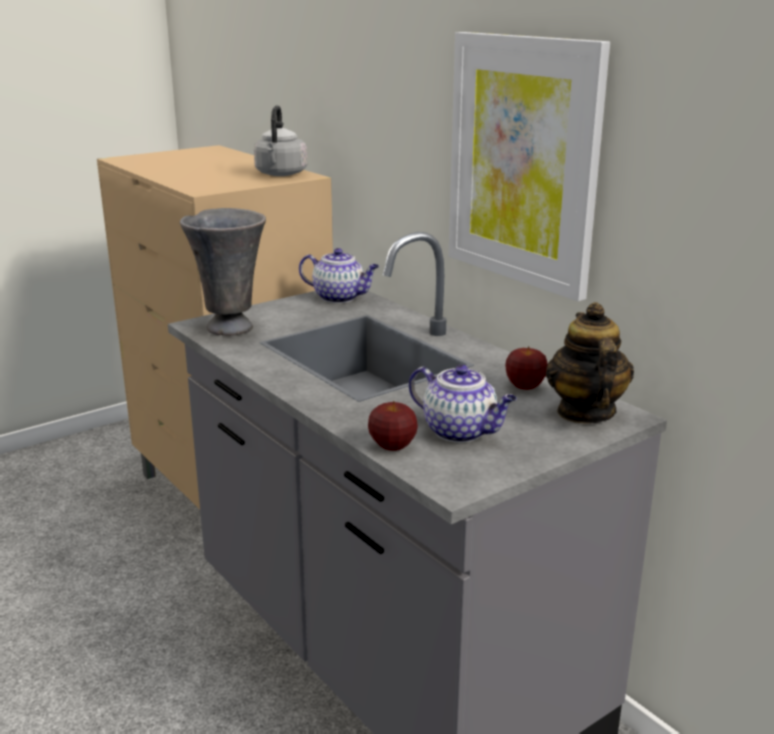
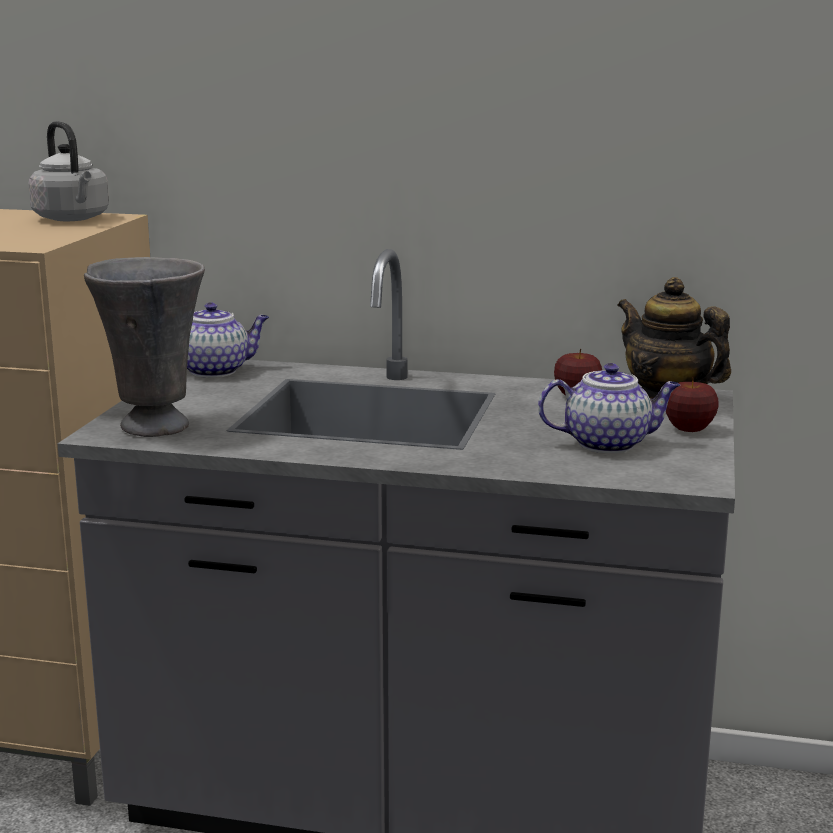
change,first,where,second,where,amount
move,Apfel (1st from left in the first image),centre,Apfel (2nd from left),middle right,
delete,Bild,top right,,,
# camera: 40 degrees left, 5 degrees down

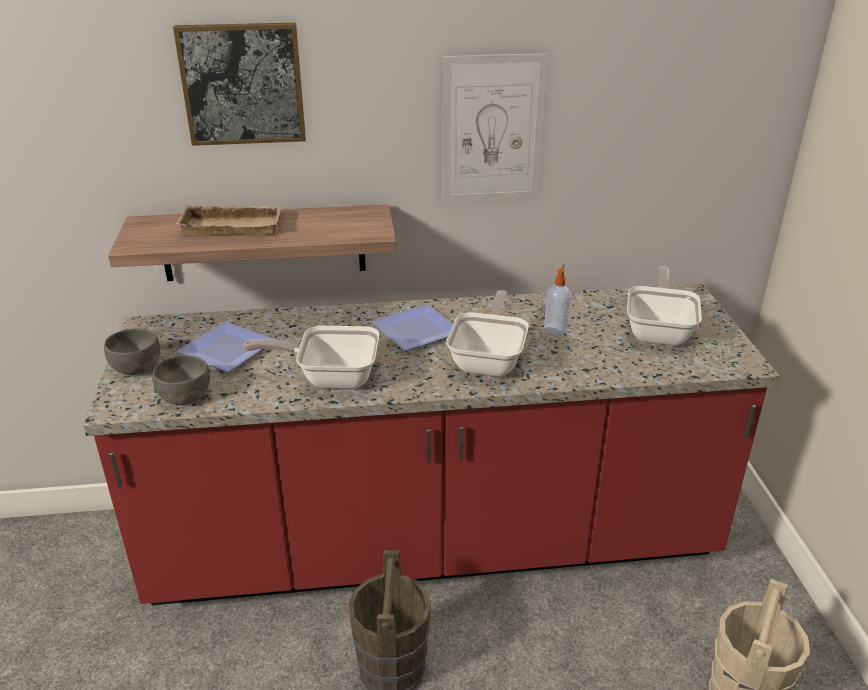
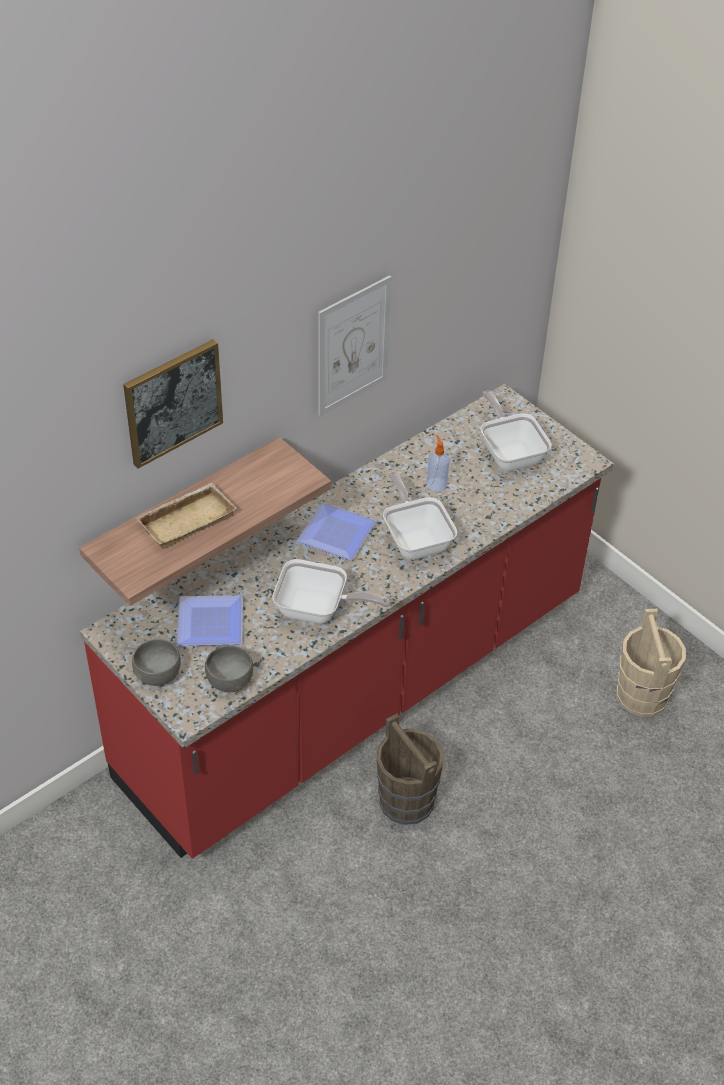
change,first,where,second,where,amount
rotate,Pfanne (1st from left),centre,,centre,135 degrees counterclockwise
# camera: 35 degrees left, 15 degrees up

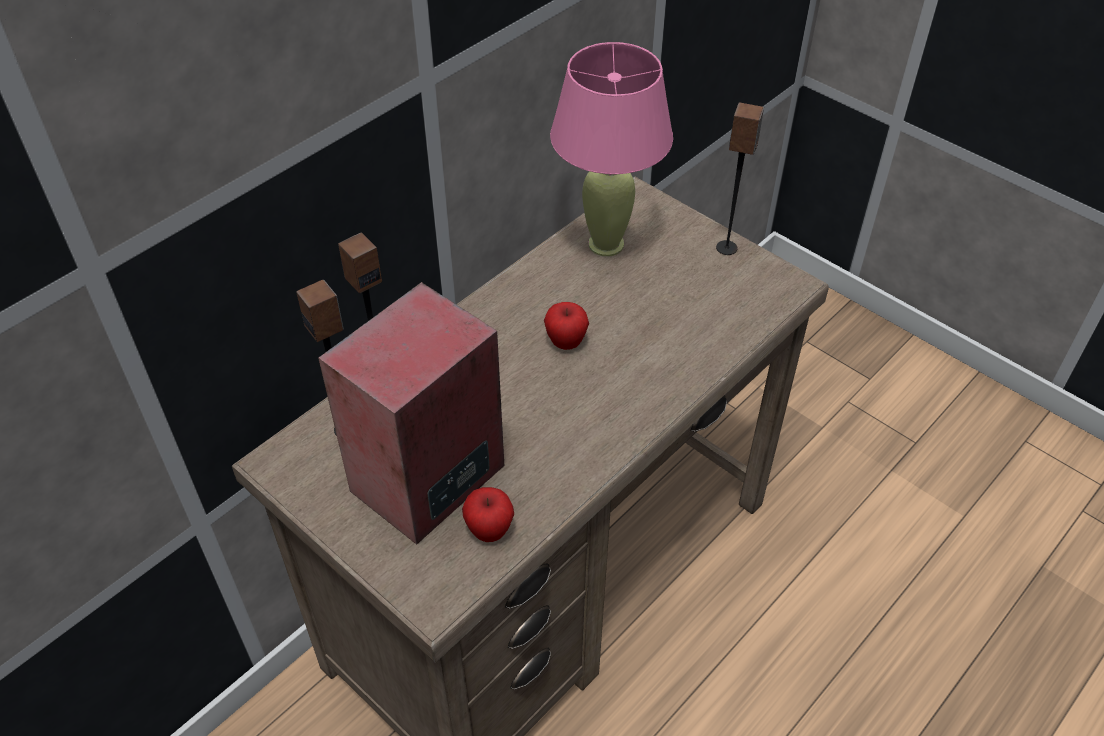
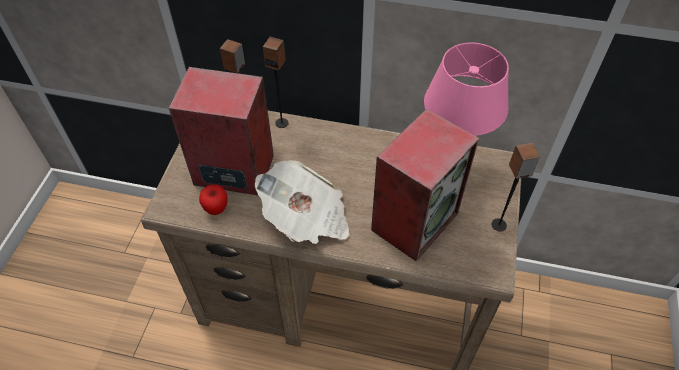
change,first,where,second,where,amount
delete,Apfel (2nd from left),centre,,,
insert,,,Zeitung,centre,
insert,,,Lautsprecher (4th from left),centre,
# camera: 60 degrees right, 5 degrees up

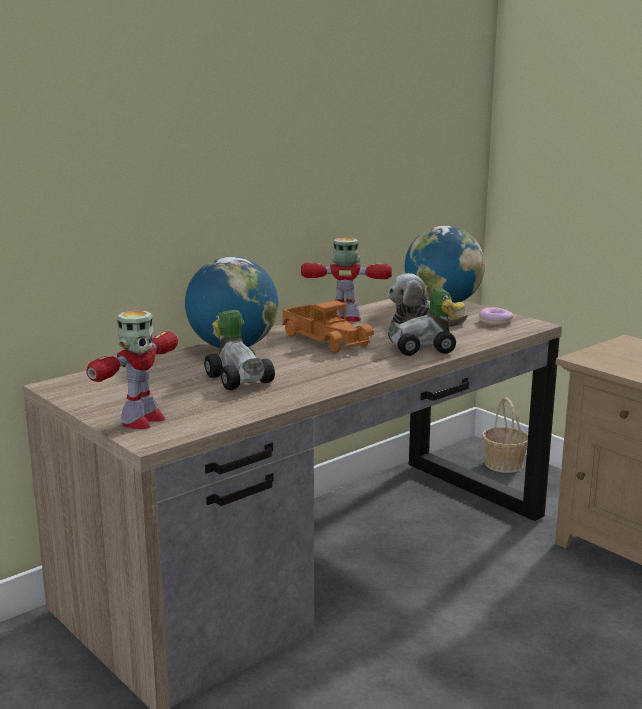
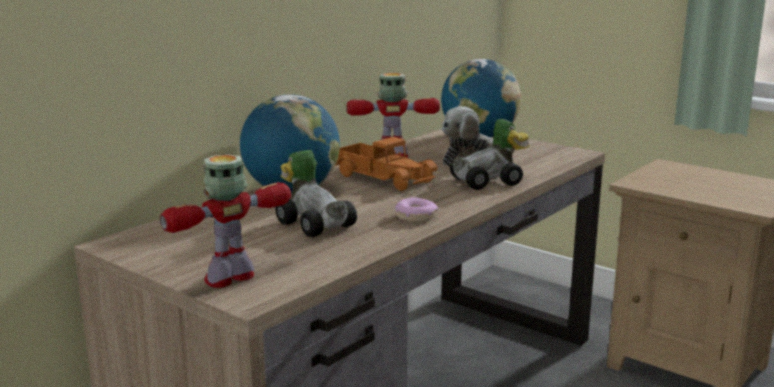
change,first,where,second,where,amount
rotate,Spielzeugroboter (1st from left),middle left,,middle left,150 degrees counterclockwise
move,Donut,middle right,,centre,
delete,Korb,middle right,,,
# camera: 10 degrees left, 0 degrees up

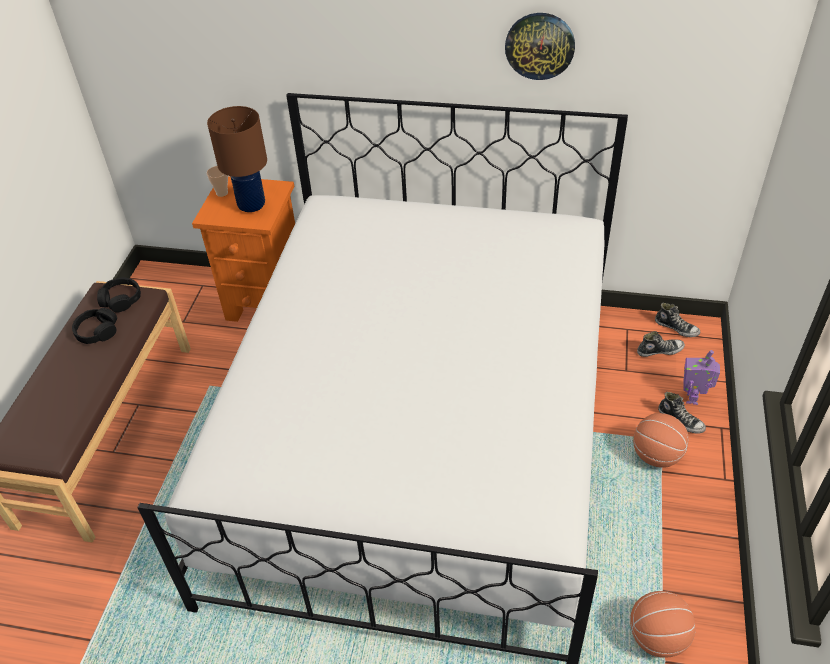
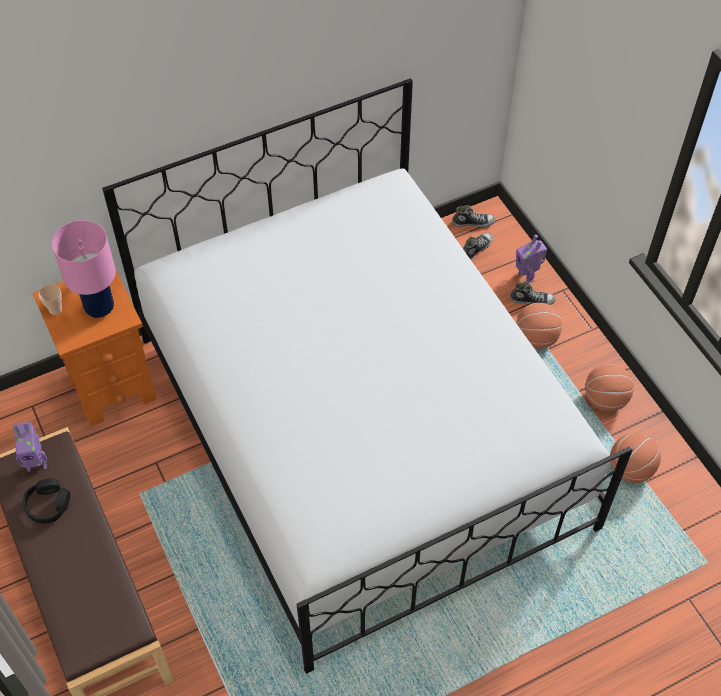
change,first,where,second,where,amount
replace,Kopfhörer/schwarz (2nd from left),middle left,Spielzeugroboter (1st from left),middle left,
recolor,Tischlampe/braun,top left,Tischlampe/rosa,middle left,
delete,Wanduhr,top centre,,,
insert,,,Basketball (2nd from left),middle right,
# camera: 40 degrees left, 10 degrees up

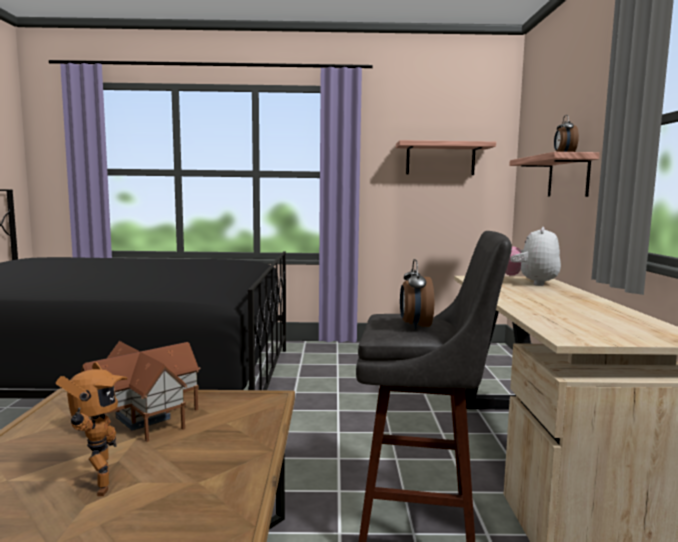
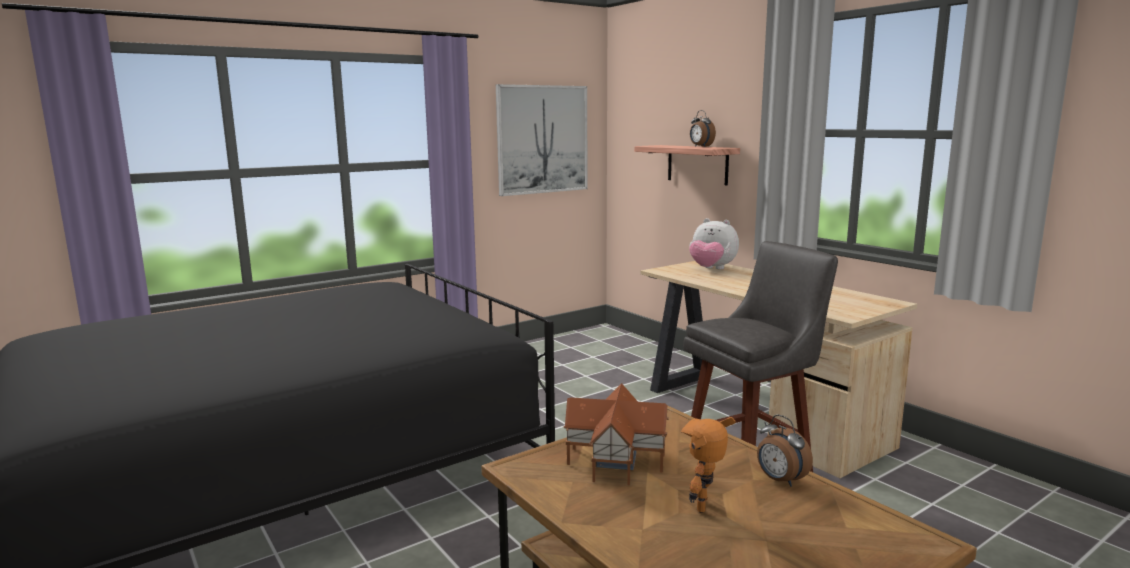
change,first,where,second,where,amount
rotate,Spielzeugroboter,bottom left,,bottom centre,105 degrees counterclockwise
replace,Wandregal (1st from left),top centre,Bild,top centre,
move,Wecker (1st from left in the first image),centre,Wecker (2nd from left),bottom right,
rotate,Plüschtier,middle right,,centre,45 degrees counterclockwise
# camera: 35 degrees left, 5 degrees up

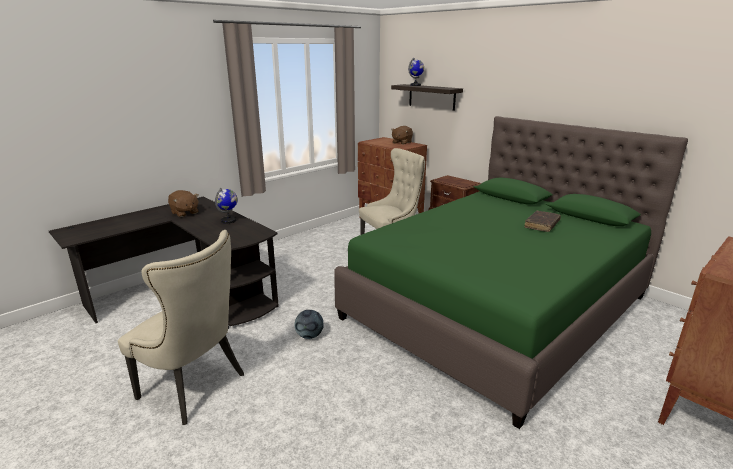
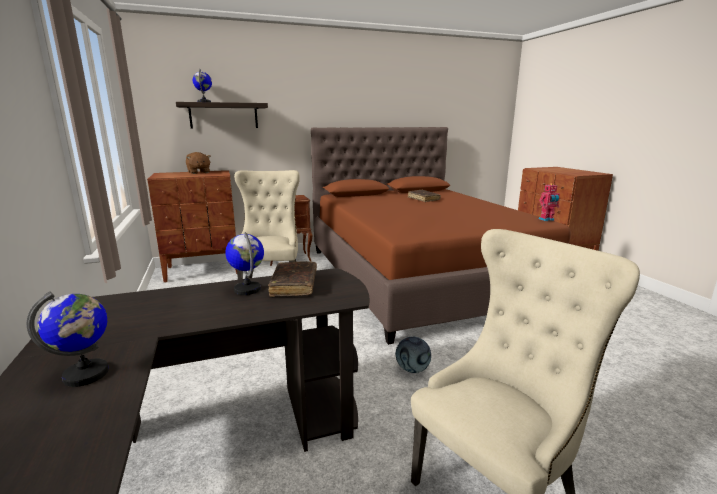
change,first,where,second,where,amount
delete,Plüschtier/braun (1st from left),middle left,,,
recolor,Bett/grün,middle right,Bett/braun,centre,
insert,,,Globus (1st from left),bottom left,
insert,,,Buch/braun (1st from left),centre,
insert,,,Spielzeugroboter,middle right,
# camera: 65 degrees left, 5 degrees down

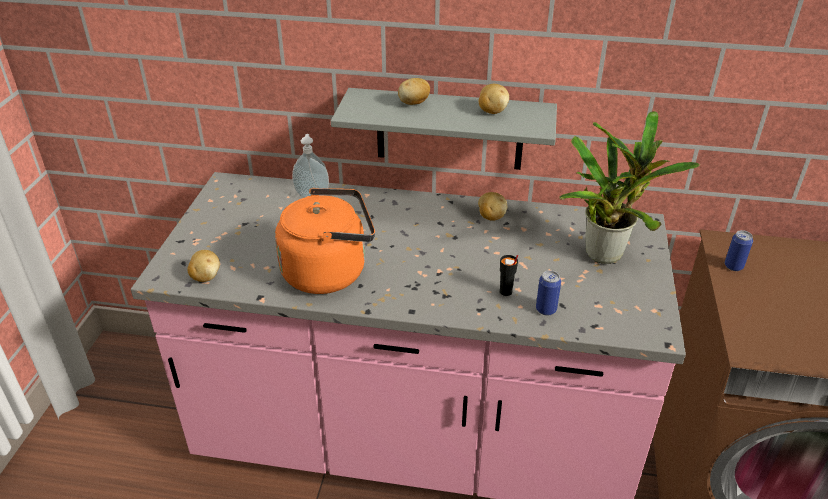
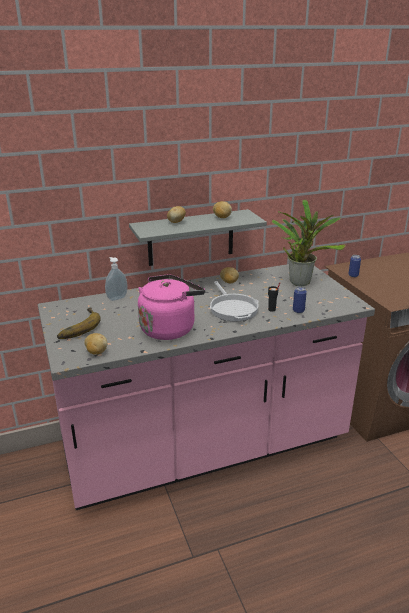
change,first,where,second,where,amount
recolor,Wasserkessel/orange,centre,Wasserkessel/rosa,centre,
insert,,,Banane,middle left,
insert,,,Pfanne,centre,
# camera: 30 degrees left, 10 degrees down

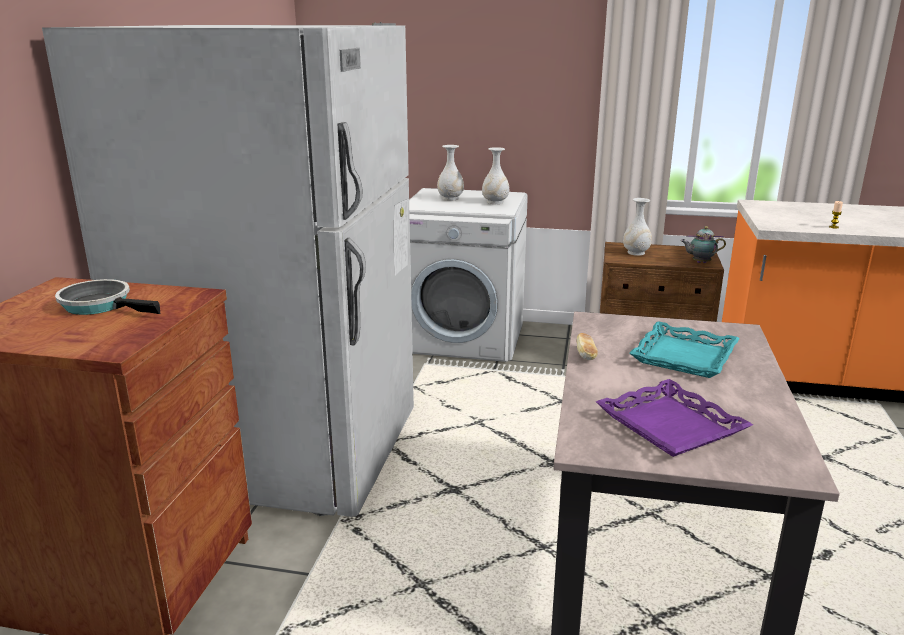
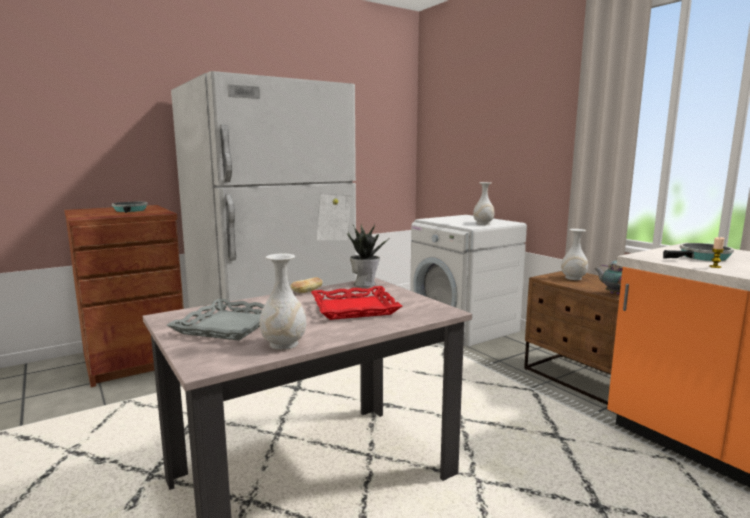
change,first,where,second,where,amount
move,Vase/weiß (1st from left),top centre,,centre,
recolor,Tablett/lila,middle right,Tablett/grau,middle left,
recolor,Tablett/türkis,middle right,Tablett/rot,centre,
insert,,,Topfpflanze,centre,
insert,,,Pfanne (2nd from left),middle right,
# camera: 45 degrees right, 10 degrees down

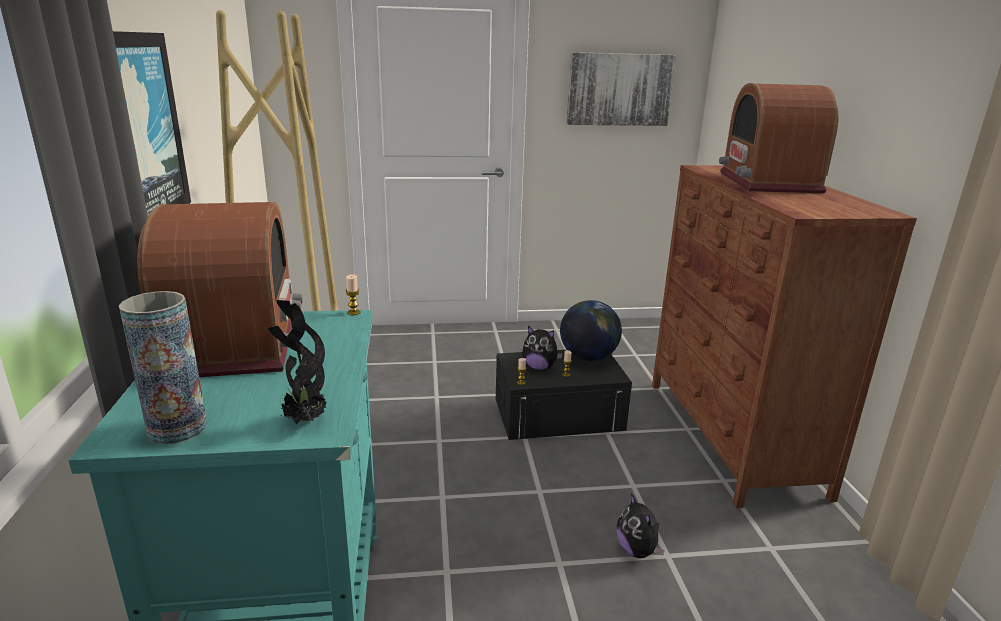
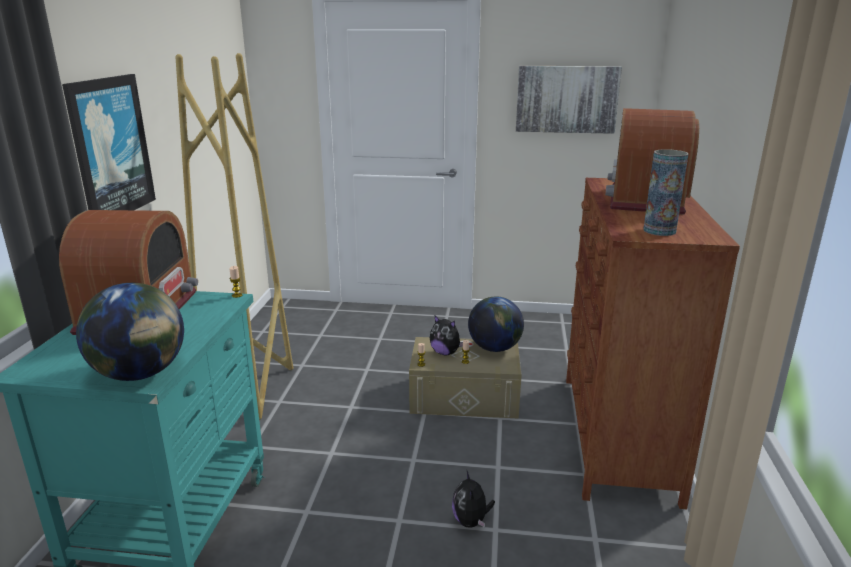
change,first,where,second,where,amount
move,Vase,middle left,,middle right,
replace,Topfpflanze,middle left,Globus (1st from left),middle left,
recolor,Aufbewahrungsbox/schwarz,centre,Aufbewahrungsbox/beige,centre,
# camera: 15 degrees right, 0 degrees up

